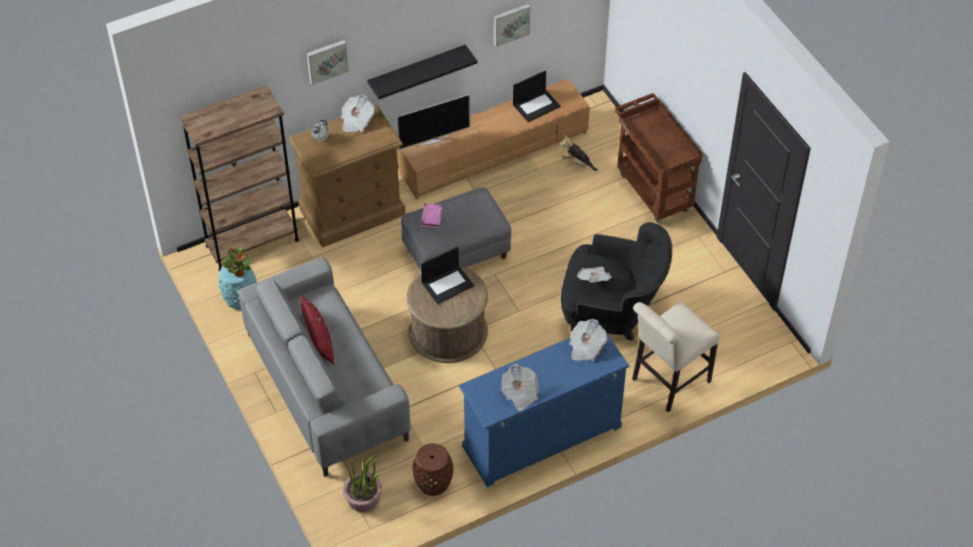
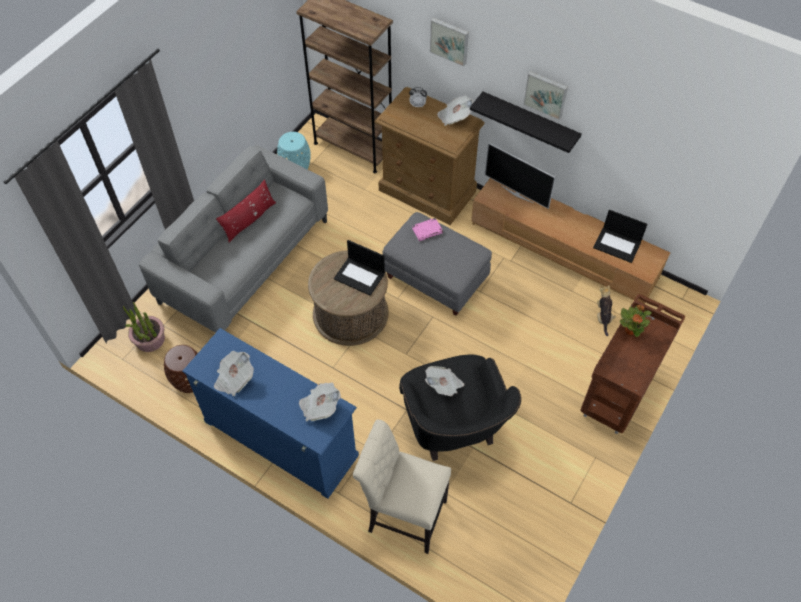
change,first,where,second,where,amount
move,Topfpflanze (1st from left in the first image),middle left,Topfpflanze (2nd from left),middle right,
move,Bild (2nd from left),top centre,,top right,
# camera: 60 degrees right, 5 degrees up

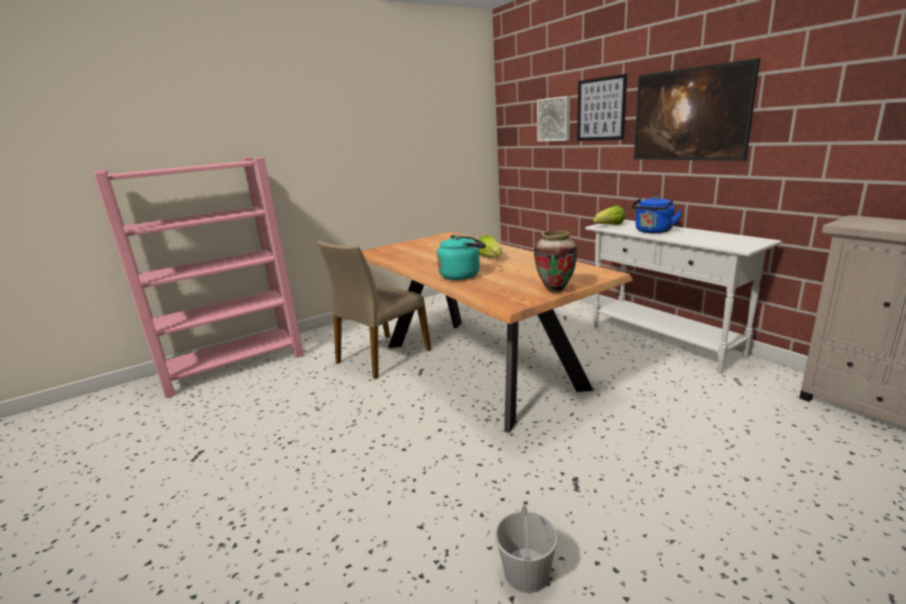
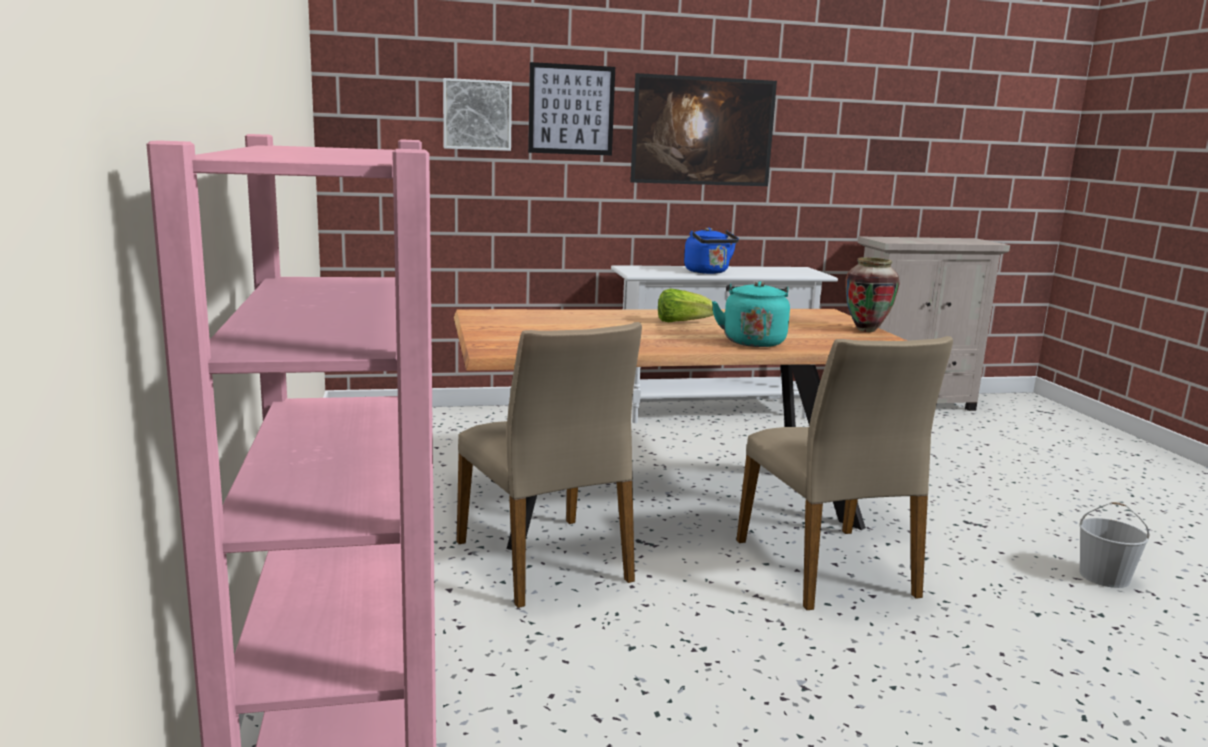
change,first,where,second,where,amount
delete,Salatkopf (2nd from left),middle right,,,
insert,,,Stuhl/beige (2nd from left),middle right,
# camera: 70 degrees left, 5 degrees down

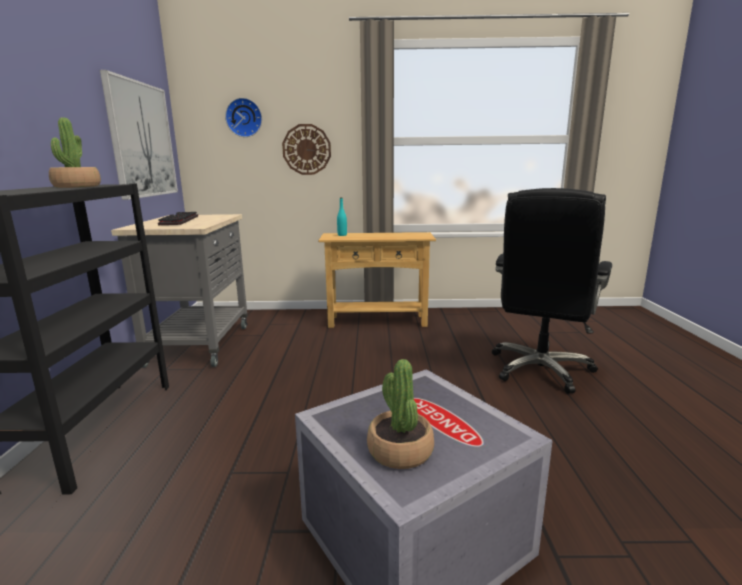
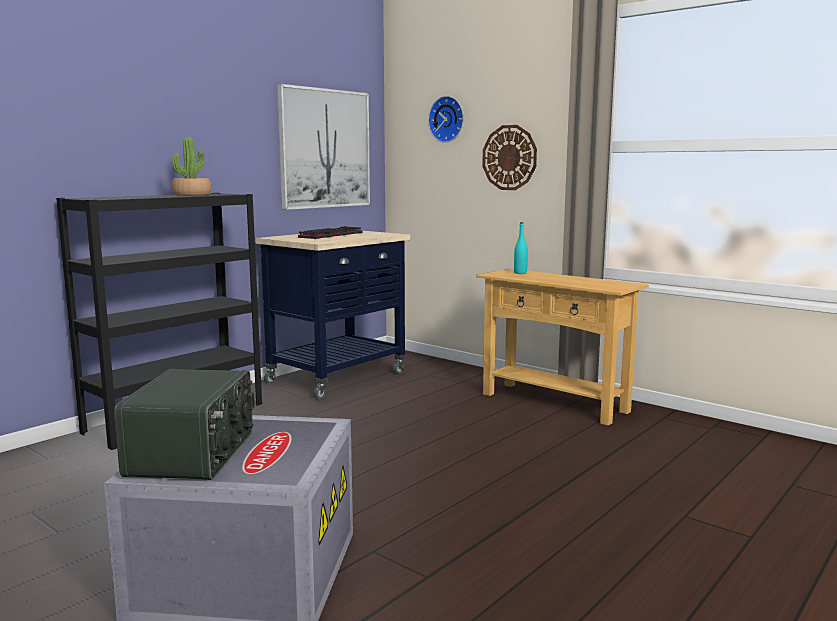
change,first,where,second,where,amount
recolor,Rollwagen/grau,middle left,Rollwagen/blau,centre,
replace,Topfpflanze (2nd from left),bottom centre,Radio,bottom left,
delete,Bürostuhl/schwarz,middle right,,,
# camera: 40 degrees right, 5 degrees down

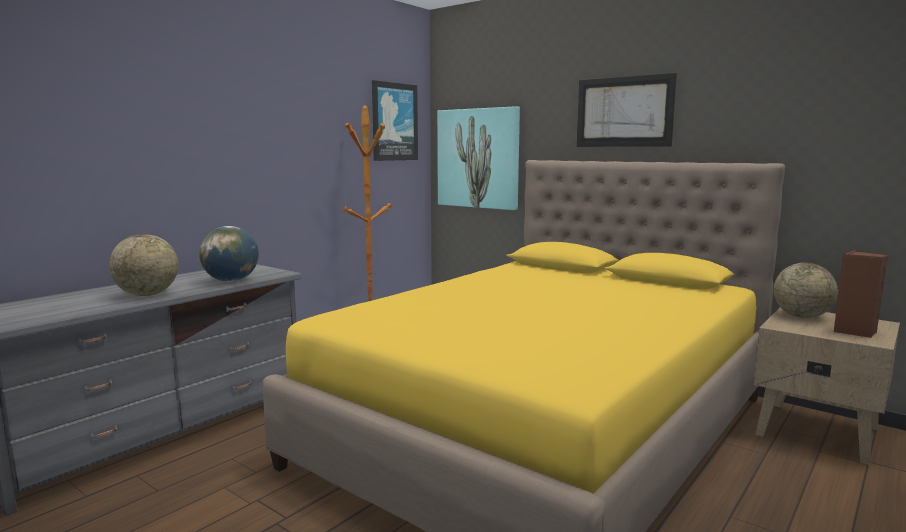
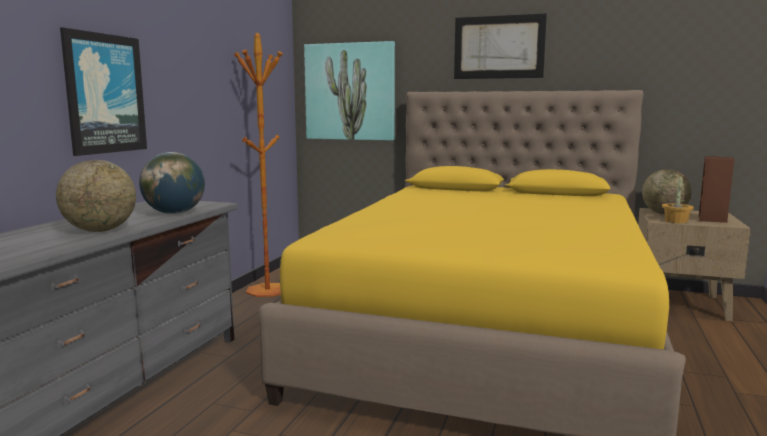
change,first,where,second,where,amount
move,Bild (1st from left),top centre,,top left,
insert,,,Topfpflanze,middle right,
# camera: 20 degrees left, 0 degrees up

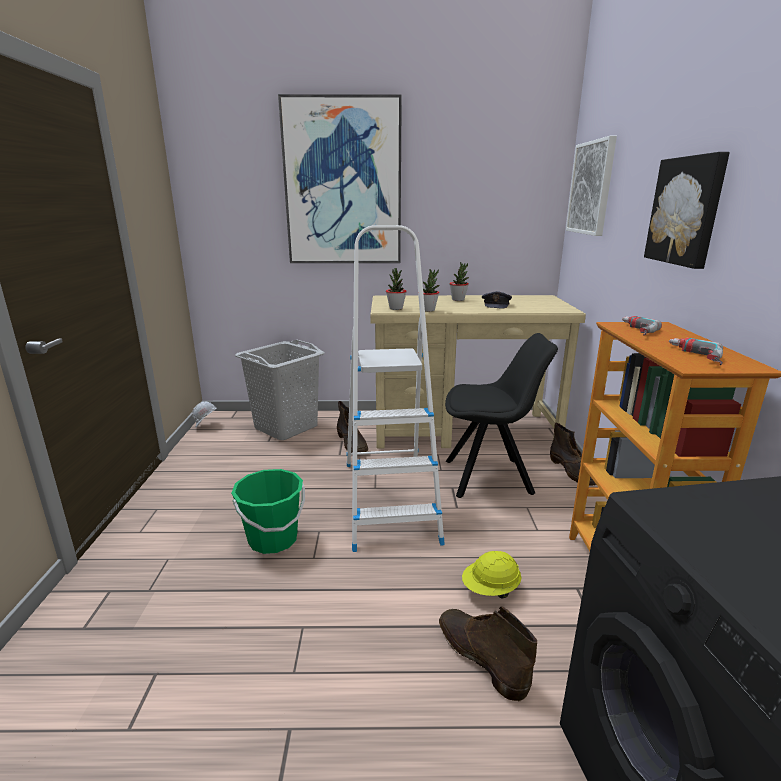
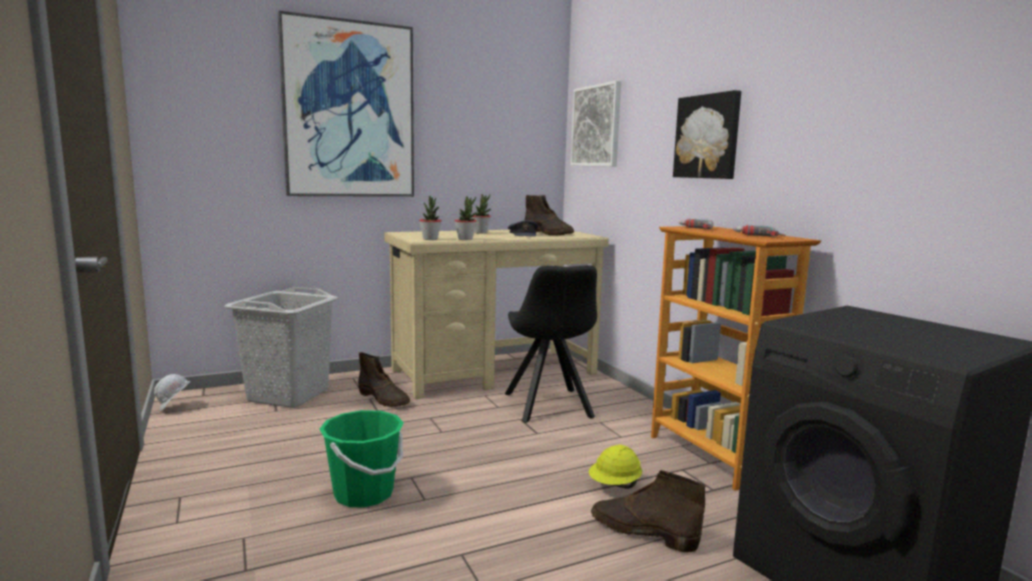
change,first,where,second,where,amount
delete,Trittleiter/weiß,centre,,,
rotate,Stuhl/schwarz,centre,,centre,105 degrees clockwise
move,Stiefel/braun (3rd from left in the first image),middle right,Stiefel/braun (2nd from left),centre,
# camera: 25 degrees left, 10 degrees down

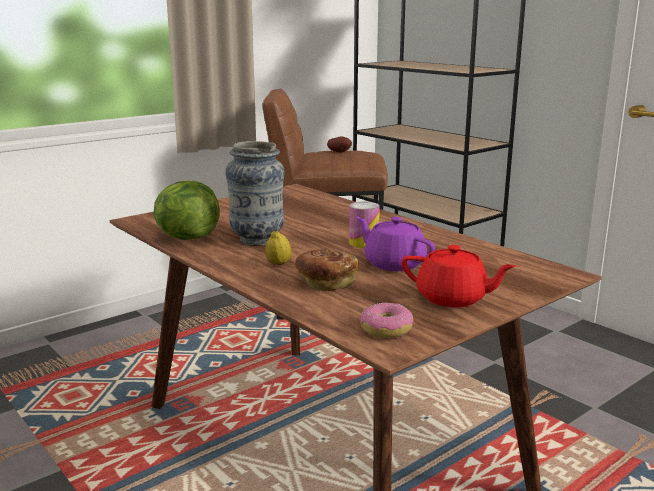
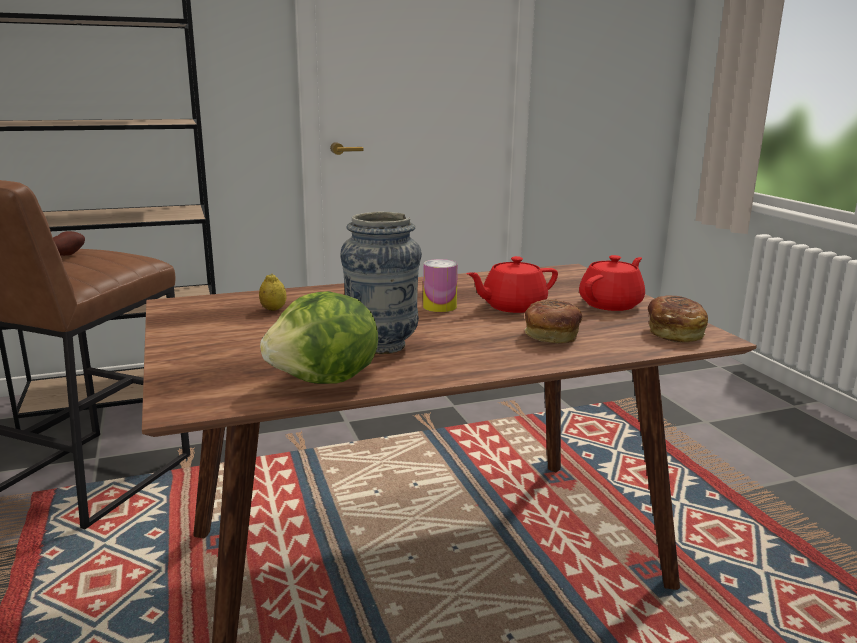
change,first,where,second,where,amount
move,Zitrone,centre,,middle left,
recolor,Teekanne/lila,centre,Teekanne/rot (1st from left),centre,
replace,Donut,centre,Brot (2nd from left),middle right,
# camera: 70 degrees left, 0 degrees up

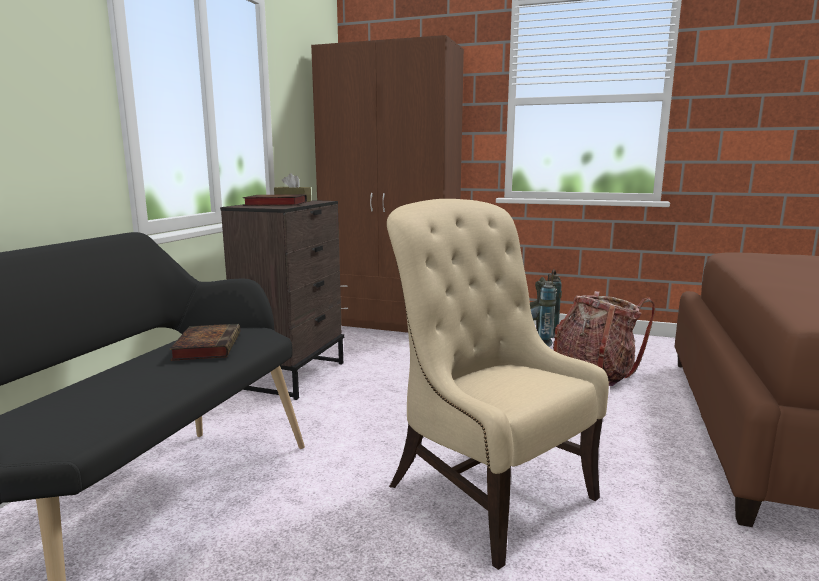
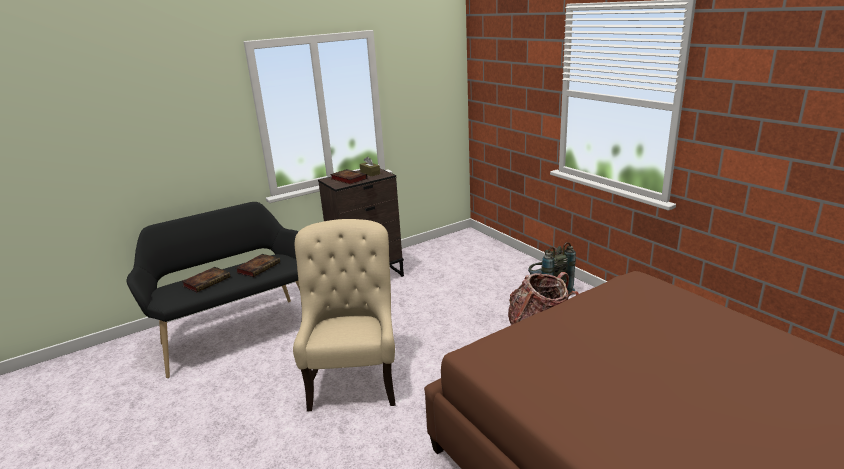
change,first,where,second,where,amount
delete,Kleiderschrank/braun,top centre,,,
insert,,,Buch (1st from left),middle left,
# camera: 40 degrees right, 10 degrees up

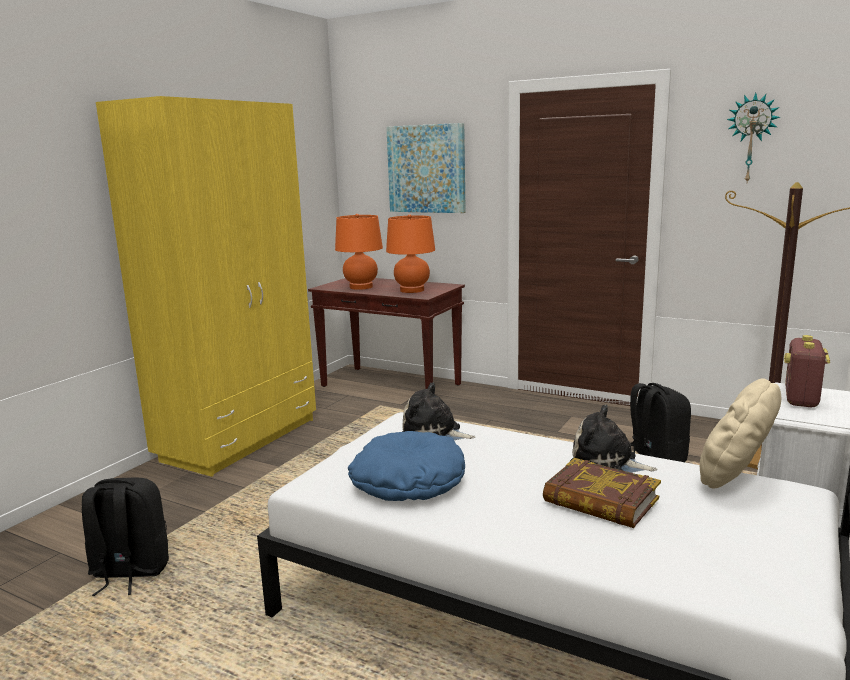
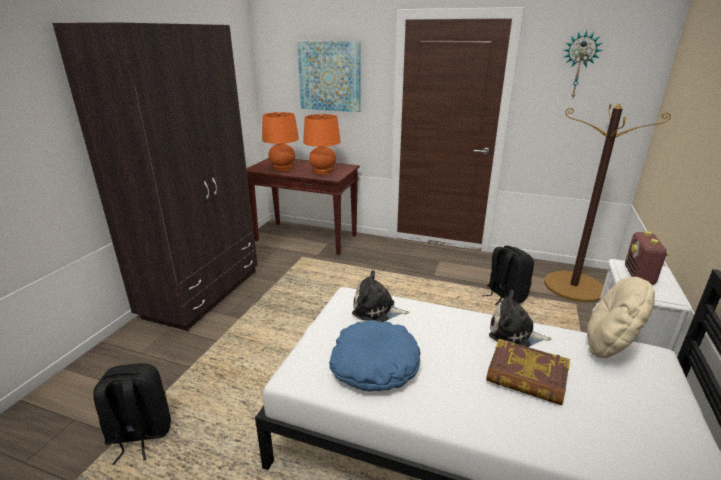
change,first,where,second,where,amount
recolor,Kleiderschrank/gelb,middle left,Kleiderschrank/braun,middle left,
# camera: 10 degrees left, 10 degrees up

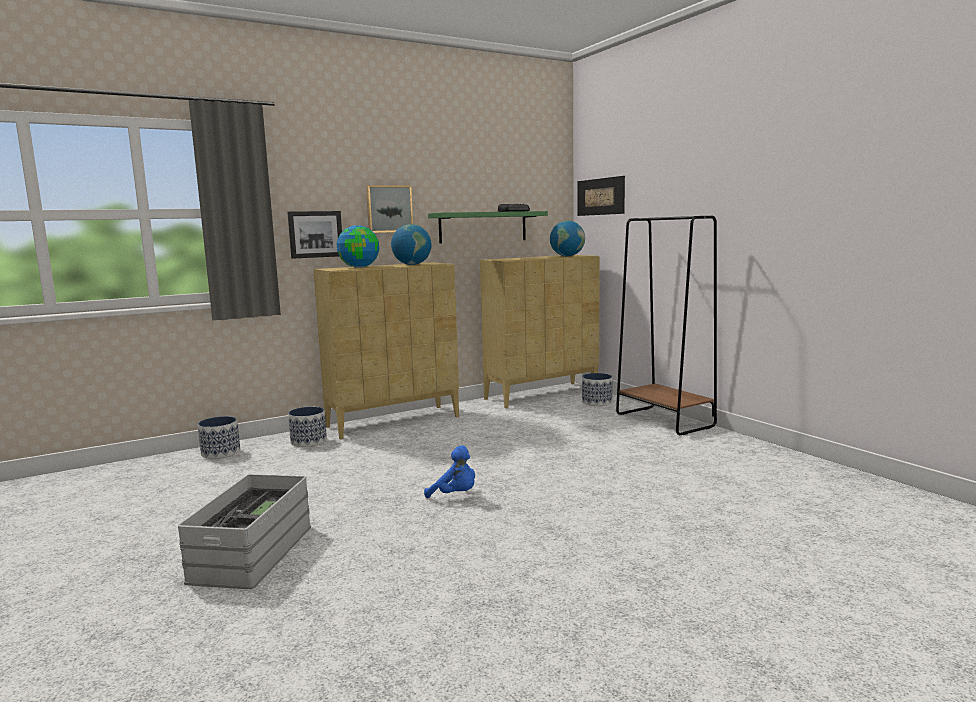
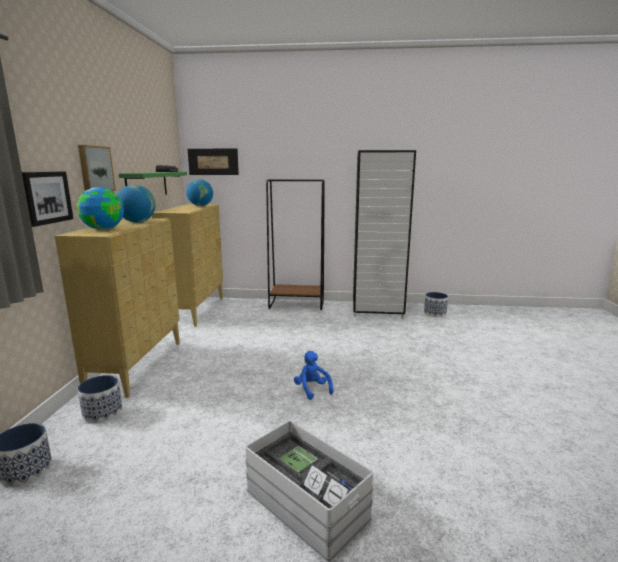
change,first,where,second,where,amount
rotate,Plüschtier/blau,bottom centre,,bottom centre,90 degrees counterclockwise
move,Pflanzkübel (3rd from left),centre,,middle right,
insert,,,Kleiderschrank,centre,
# camera: 55 degrees left, 5 degrees up

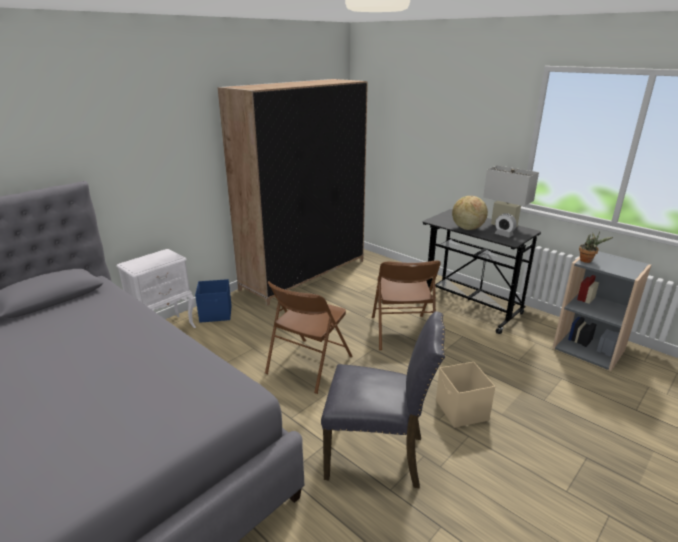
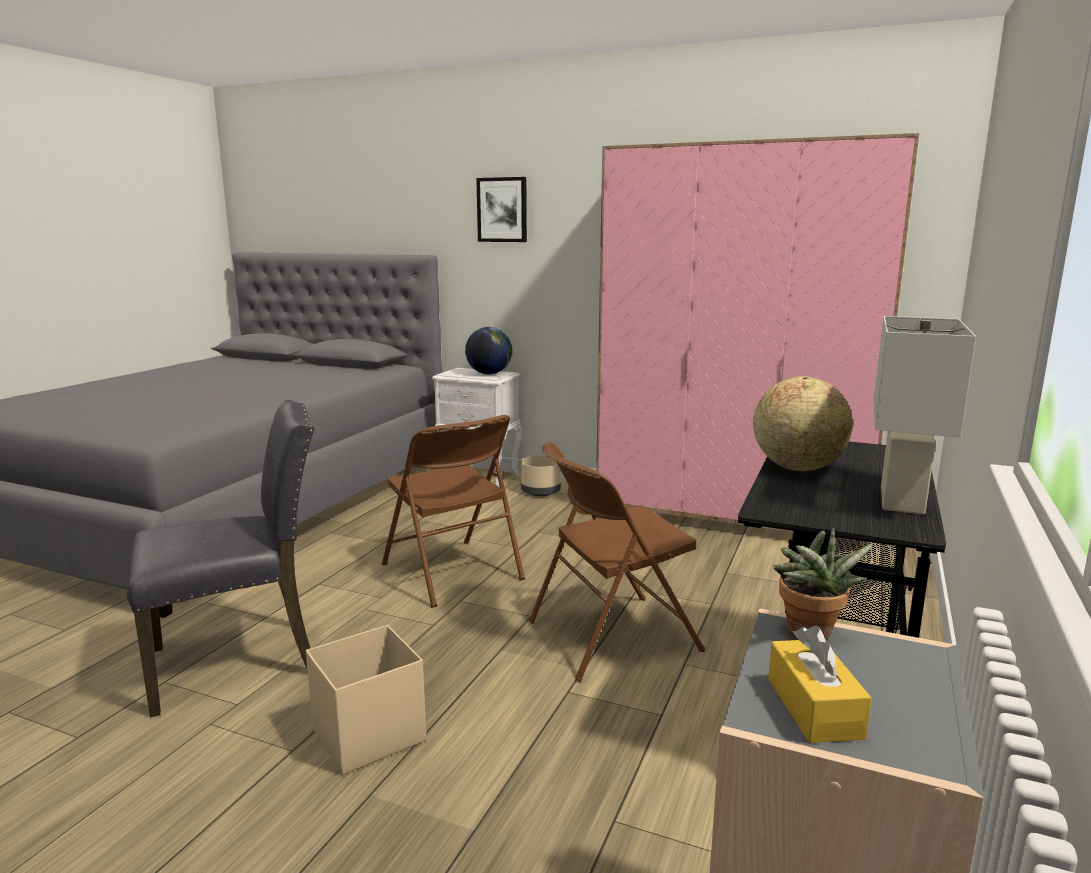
change,first,where,second,where,amount
replace,Aufbewahrungsbox/blau,middle left,Pflanzkübel/beige,centre,
recolor,Kleiderschrank/schwarz,centre,Kleiderschrank/rosa,middle right,
rotate,Stuhl/braun (1st from left),centre,,centre,135 degrees counterclockwise
rotate,Stuhl/grau,bottom centre,,middle left,105 degrees counterclockwise
delete,Wecker,middle right,,,
insert,,,Globus (1st from left),centre,
insert,,,Bild,top centre,
insert,,,Taschentuchbox/gelb,bottom right,
# camera: 70 degrees right, 10 degrees down

